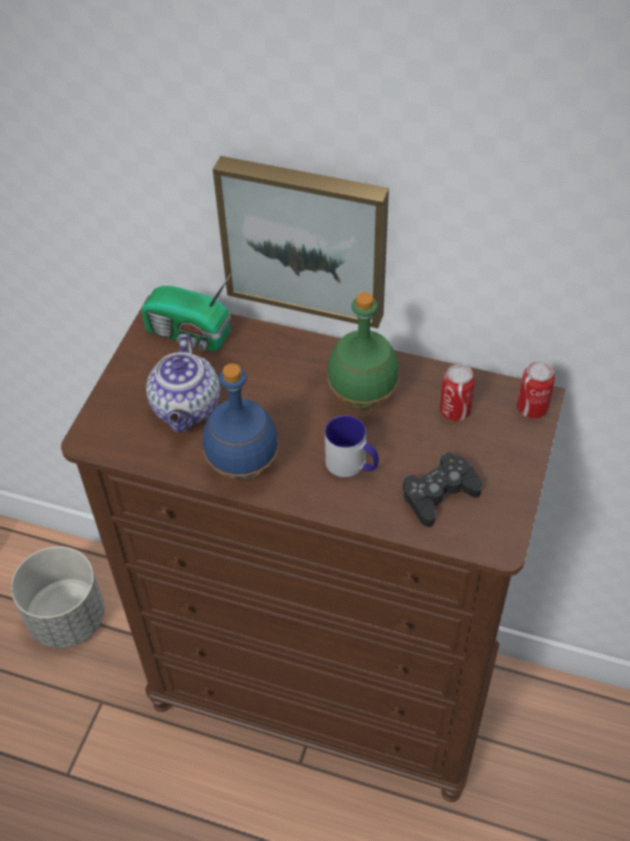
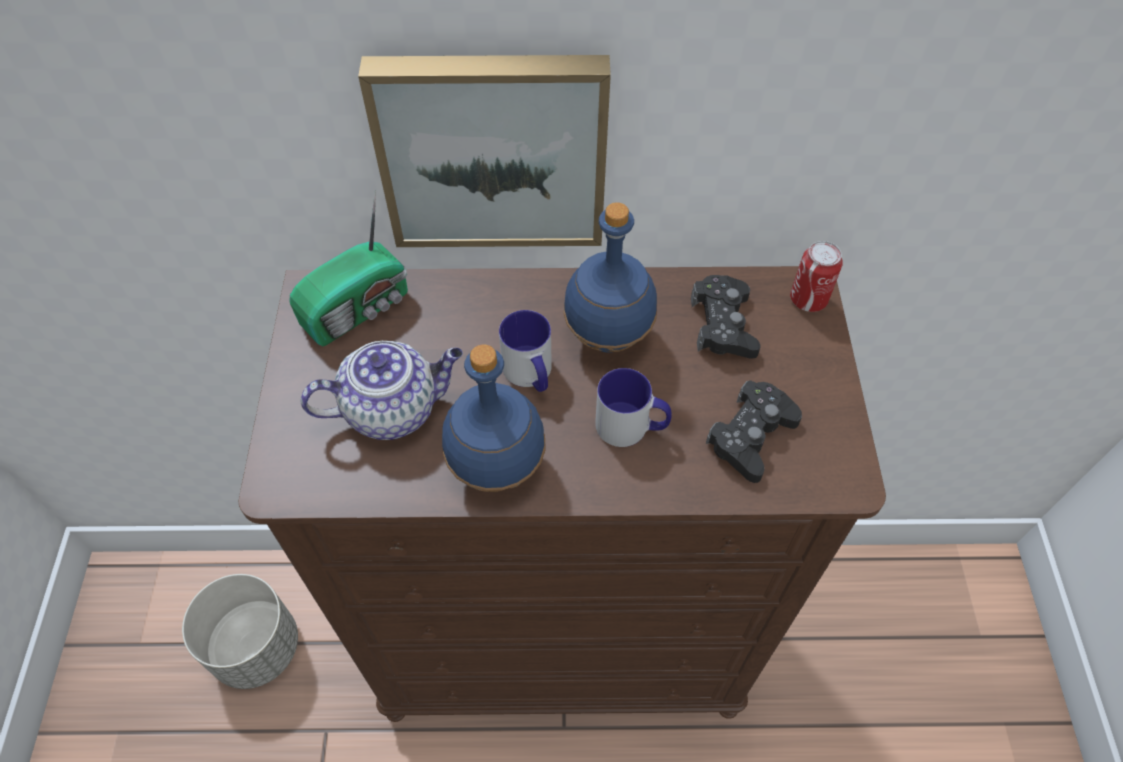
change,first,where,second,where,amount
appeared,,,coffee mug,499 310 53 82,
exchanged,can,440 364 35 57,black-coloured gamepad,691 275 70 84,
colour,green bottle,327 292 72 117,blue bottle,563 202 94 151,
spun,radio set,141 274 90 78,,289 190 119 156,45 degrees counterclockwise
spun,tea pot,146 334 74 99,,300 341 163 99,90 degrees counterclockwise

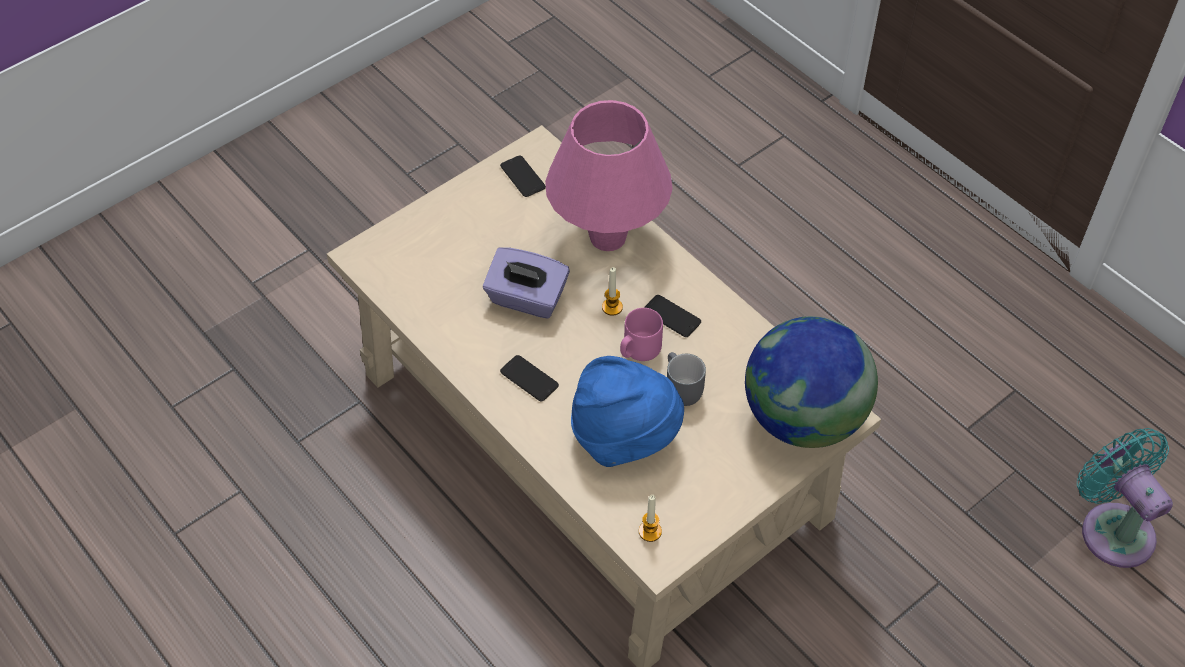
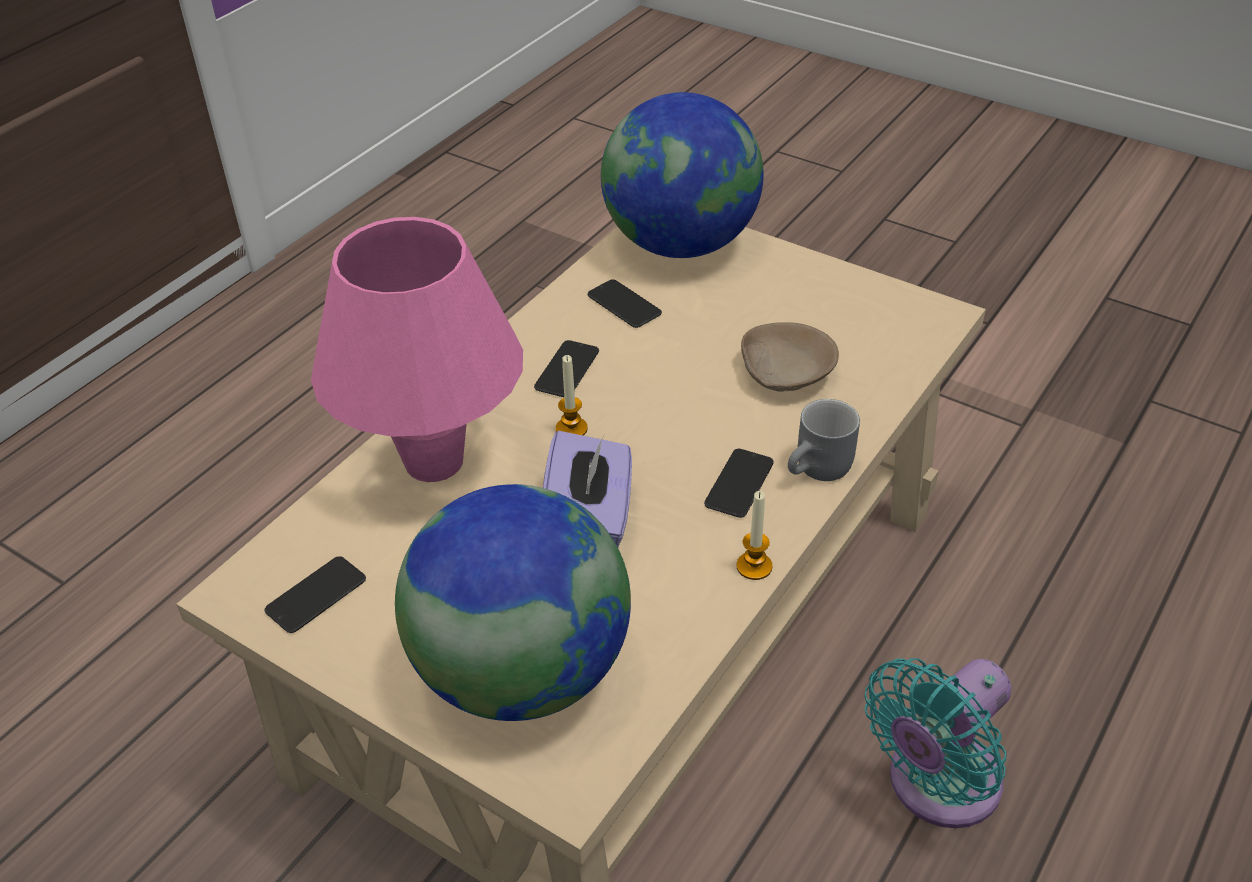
change,first,where,second,where,amount
missing,pink-coloured coffee mug,620 308 43 53,,,
appeared,,,desk globe,395 484 236 237,
appeared,,,handset,587 279 75 49,
relocated,candle,639 495 23 47,,737 491 35 89,
relocated,greyish coffee mug,667 352 39 54,,788 399 72 82,
relocated,turquoise-coloured fan,1077 428 96 140,,864 658 147 170,
exchanged,blue clothing hat,571 356 113 111,beige deep dish,741 322 98 70,

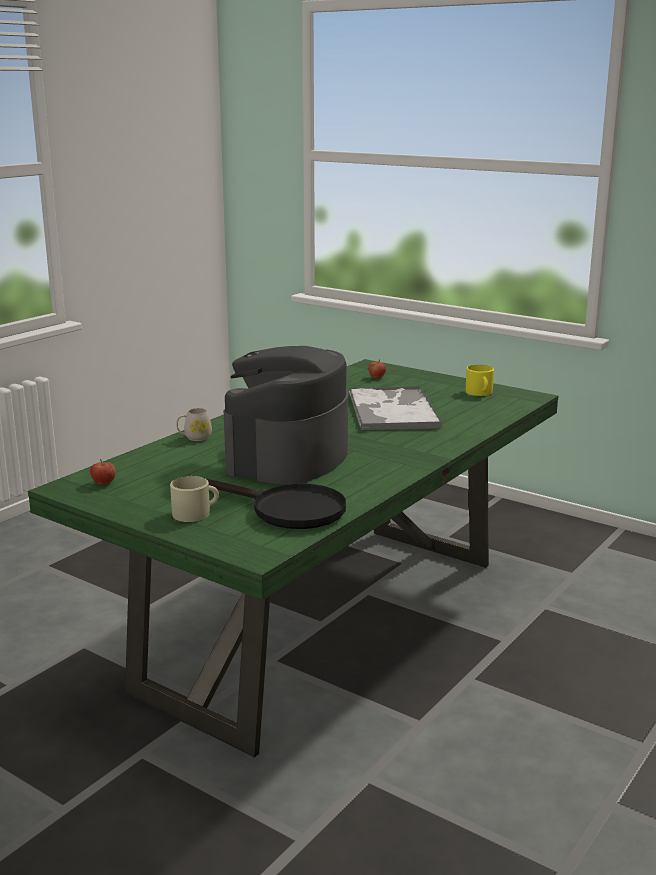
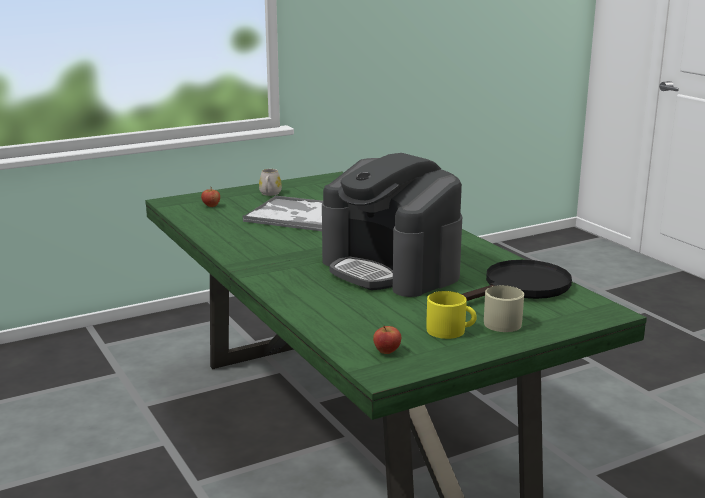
change,first,where,second,where,amount
relocated,whitish coffee mug,176 408 36 33,,259 169 23 27,
relocated,yellowish coffee mug,466 365 28 31,,426 291 51 48,

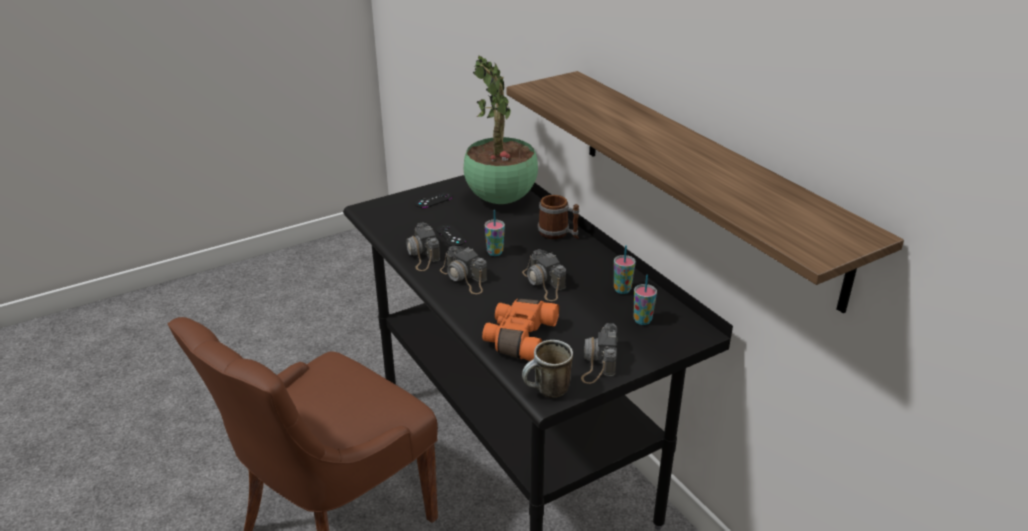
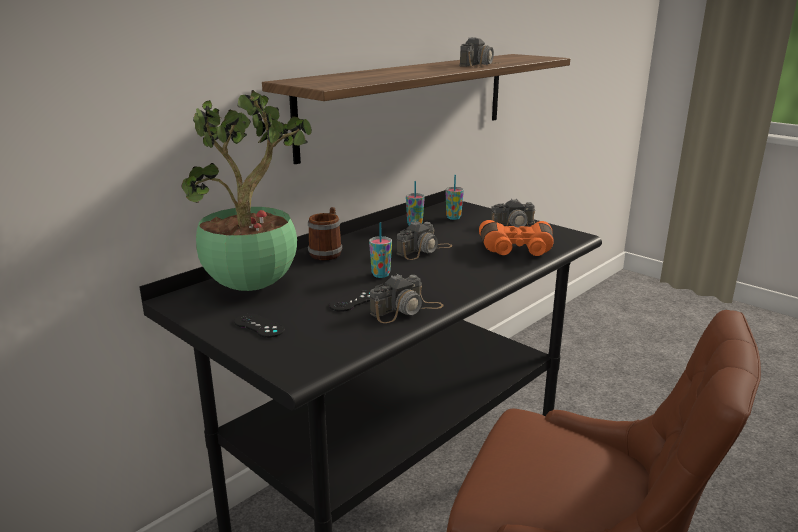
change,first,where,second,where,amount
missing,coffee mug,522 340 51 58,,,
relocated,photo camera,440 246 47 48,,460 37 40 30,

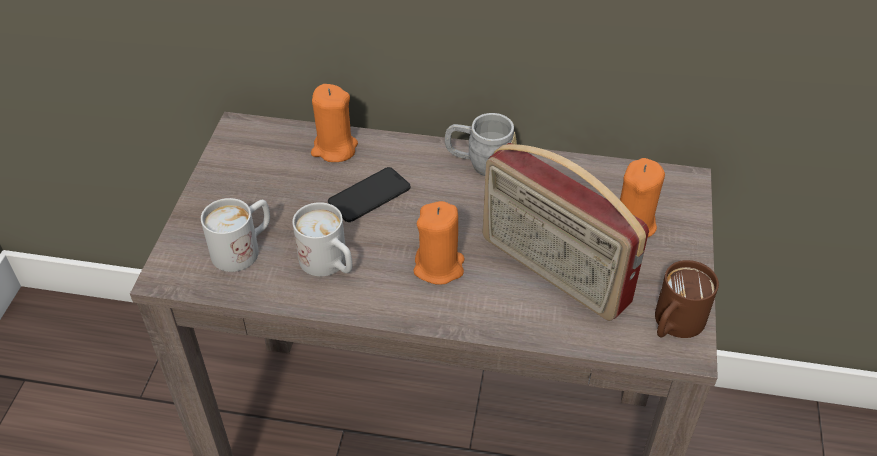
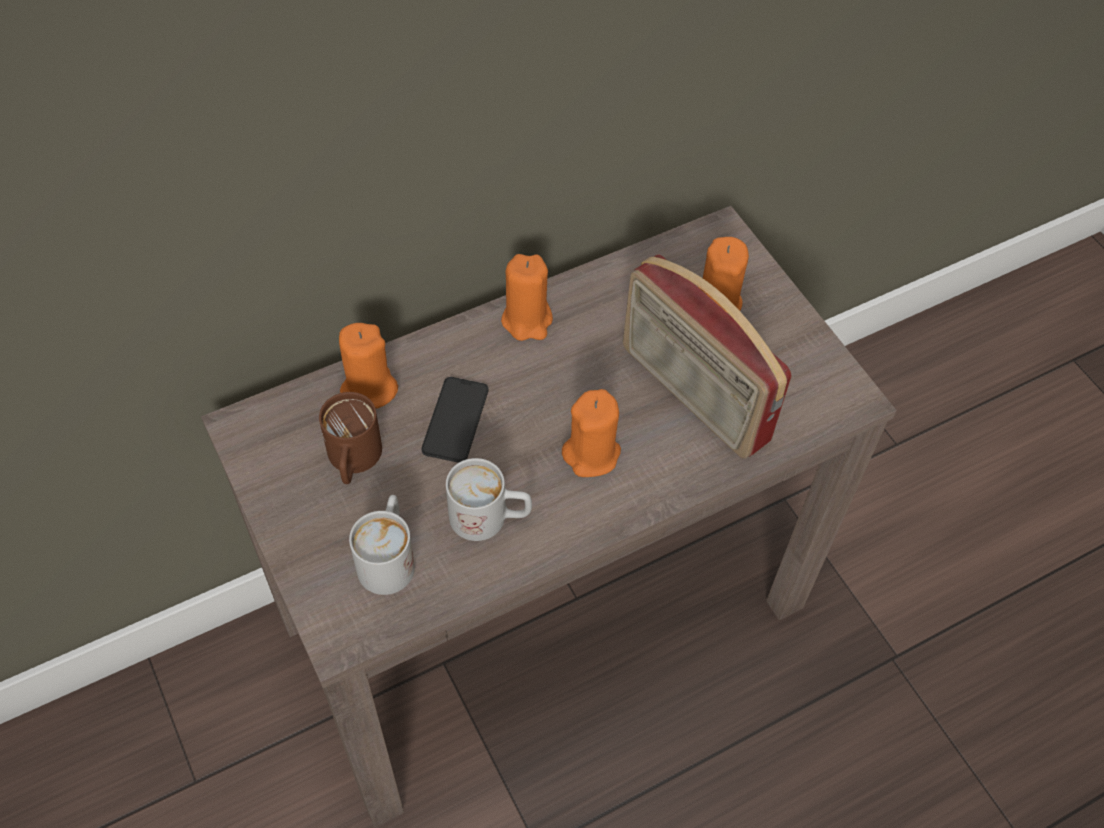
change,first,where,second,where,amount
relocated,brown-coloured coffee mug,655 260 64 78,,319 392 63 92,
exchanged,greyish coffee mug,445 113 72 63,orange-coloured candle,501 254 52 87,
spun,radio set,483 143 166 178,,623 254 169 205,45 degrees clockwise

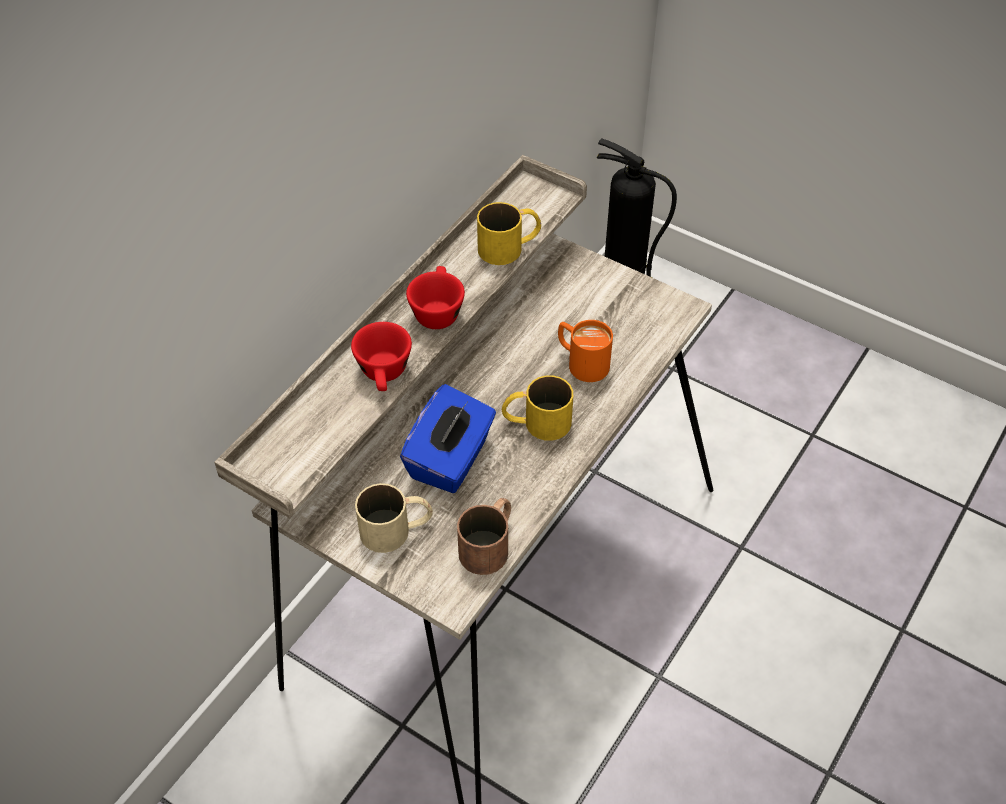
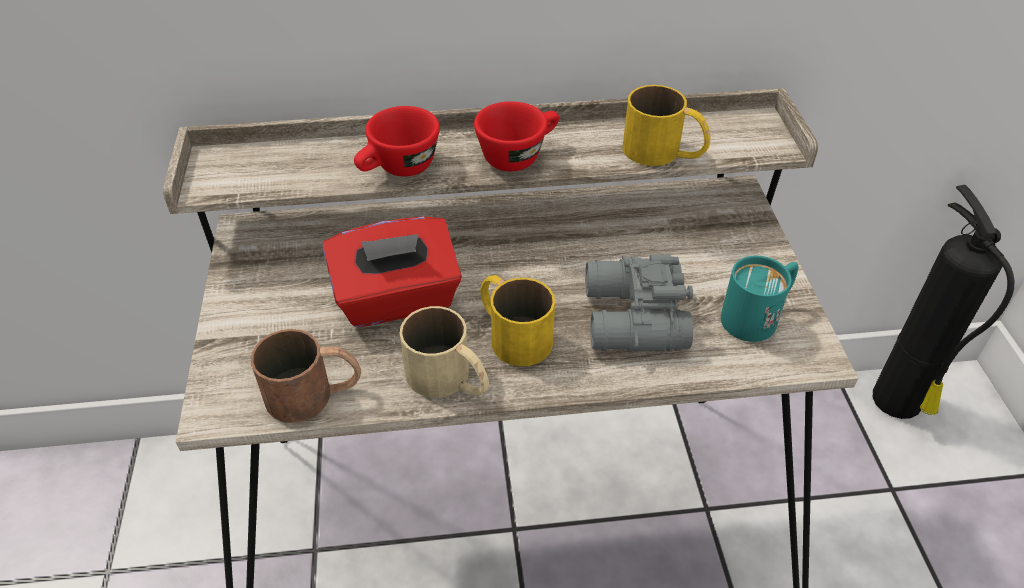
change,first,where,second,where,amount
appeared,,,turquoise-coloured coffee mug,721 256 78 86,
relocated,beige coffee mug,355 483 78 70,,399 306 90 92,
exchanged,orange-coloured coffee mug,558 320 55 62,greyish binoculars,585 254 108 97,
colour,blue tissue holder,400 384 96 109,red tissue holder,323 217 139 110,

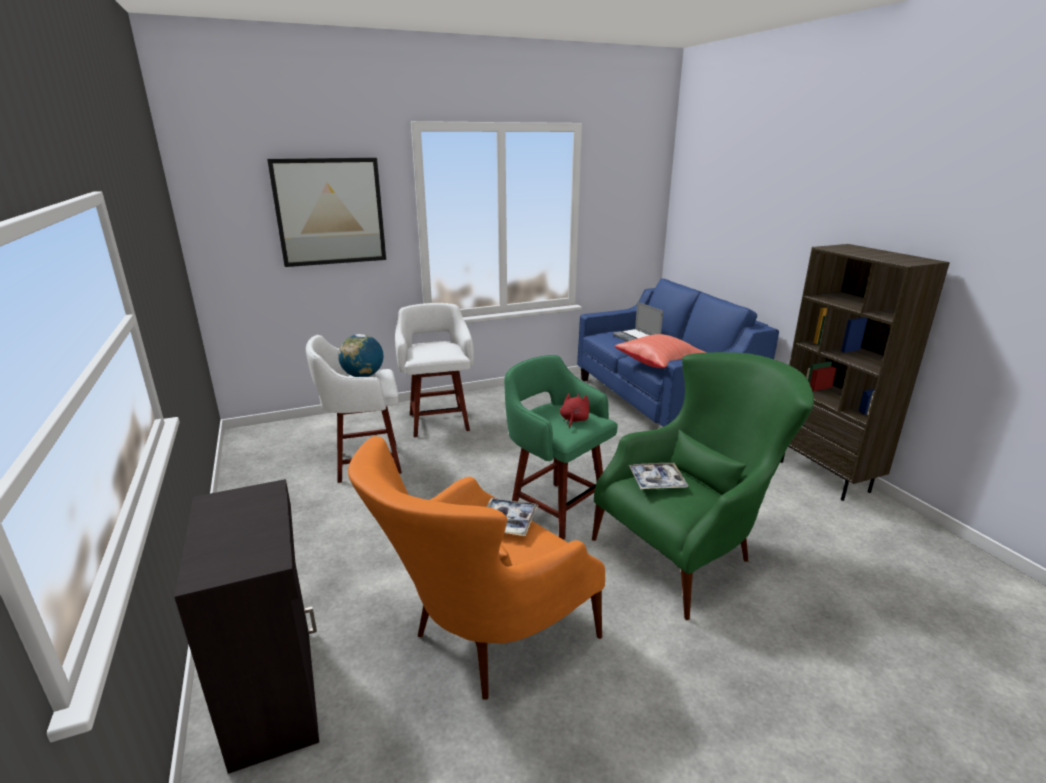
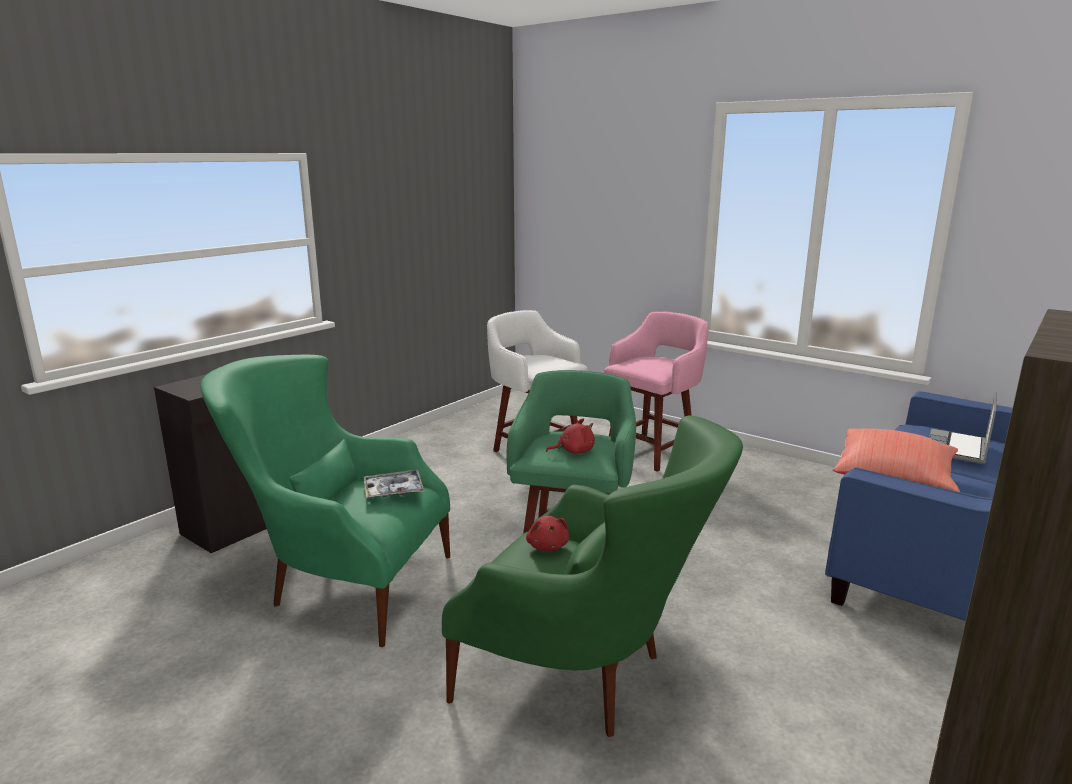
change,first,where,second,where,amount
missing,wall picture,267 158 119 109,,,
missing,desk globe,338 334 45 43,,,
exchanged,carrying tray,629 463 60 26,red soft toy,526 516 43 36,
colour,orange-coloured lounge chair,348 436 257 263,green lounge chair,200 355 250 292,
colour,whitish stool,395 303 79 134,pink-coloured stool,604 311 104 161,

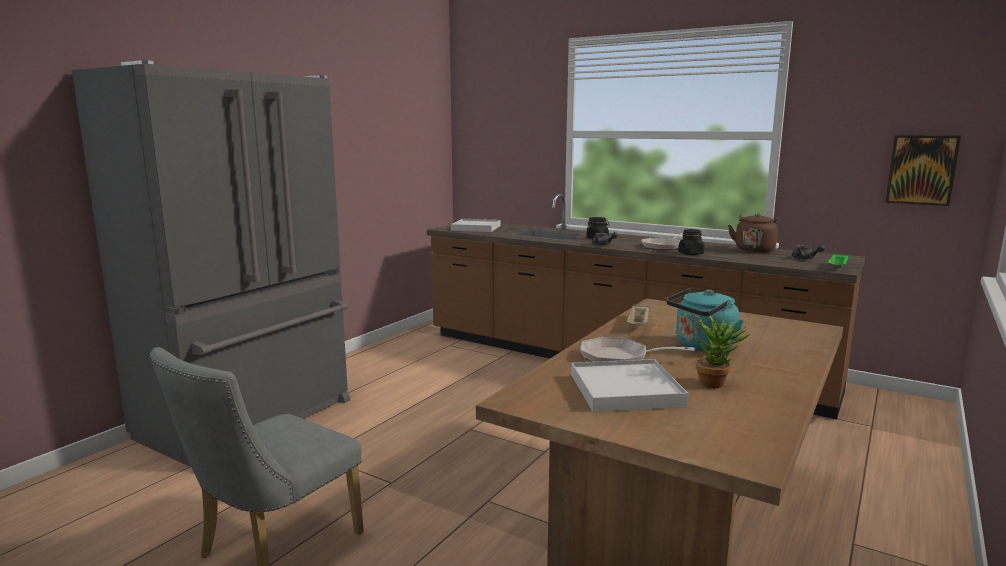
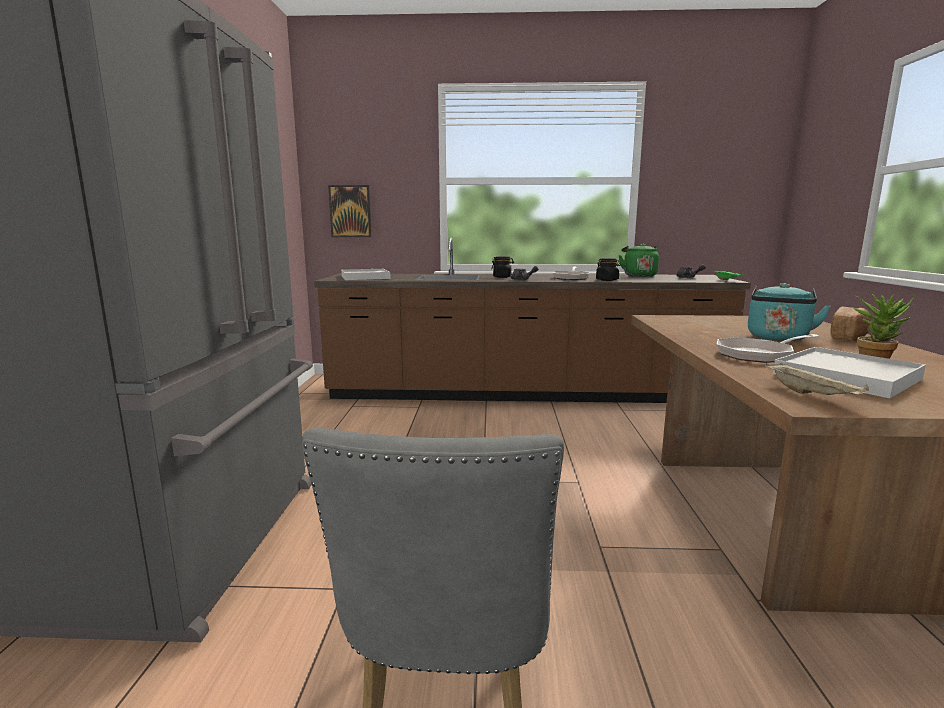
change,first,where,second,where,amount
appeared,,,bread,830 307 42 34,
relocated,beige carrying tray,627 304 22 21,,765 362 104 33,
relocated,wall picture,885 135 76 71,,328 185 44 52,
colour,brown-coloured kettle,728 213 51 40,green kettle,618 244 41 33,

